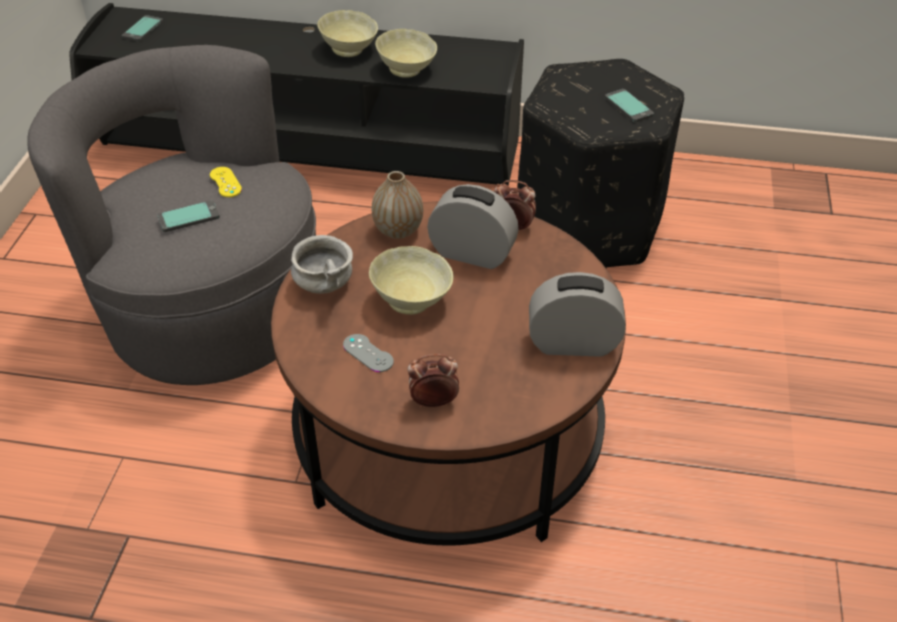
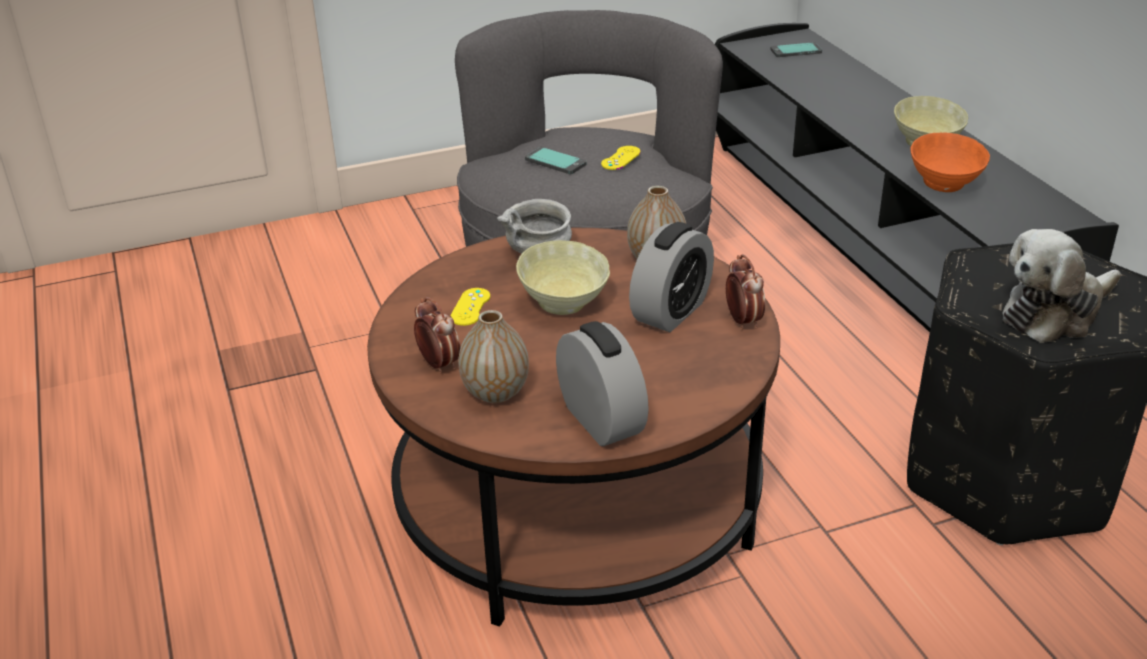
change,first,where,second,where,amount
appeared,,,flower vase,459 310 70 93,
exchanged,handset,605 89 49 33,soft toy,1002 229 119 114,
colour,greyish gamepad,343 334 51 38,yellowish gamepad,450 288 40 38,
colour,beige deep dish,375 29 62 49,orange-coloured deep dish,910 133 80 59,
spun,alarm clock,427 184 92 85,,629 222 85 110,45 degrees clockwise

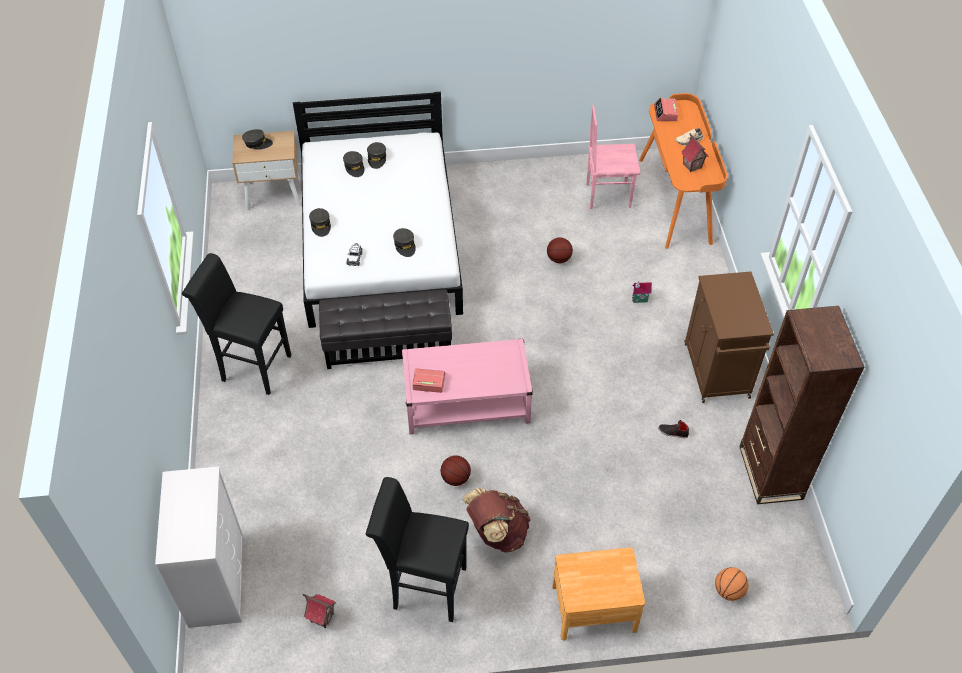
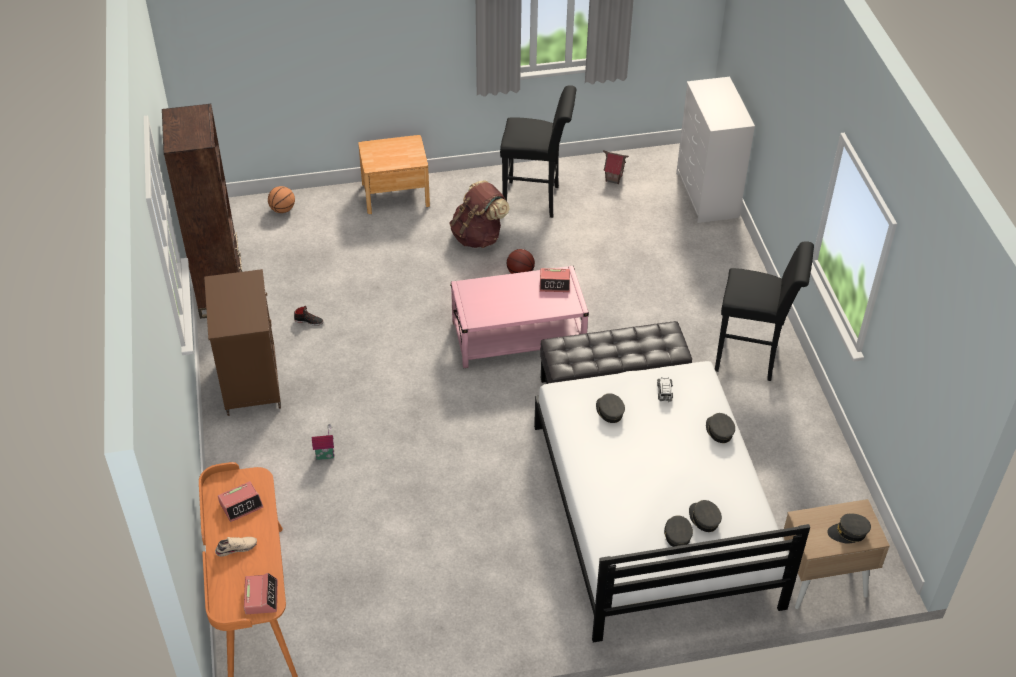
change,first,where,second,where,amount
missing,basketball,547 237 26 26,,,
missing,pink-coloured upright chair,586 105 54 104,,,
exchanged,toy house,681 133 27 39,alarm clock,218 481 45 41,

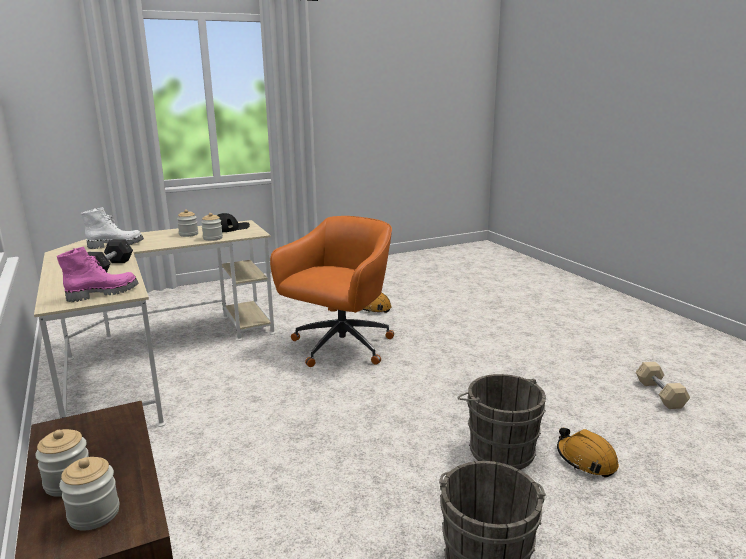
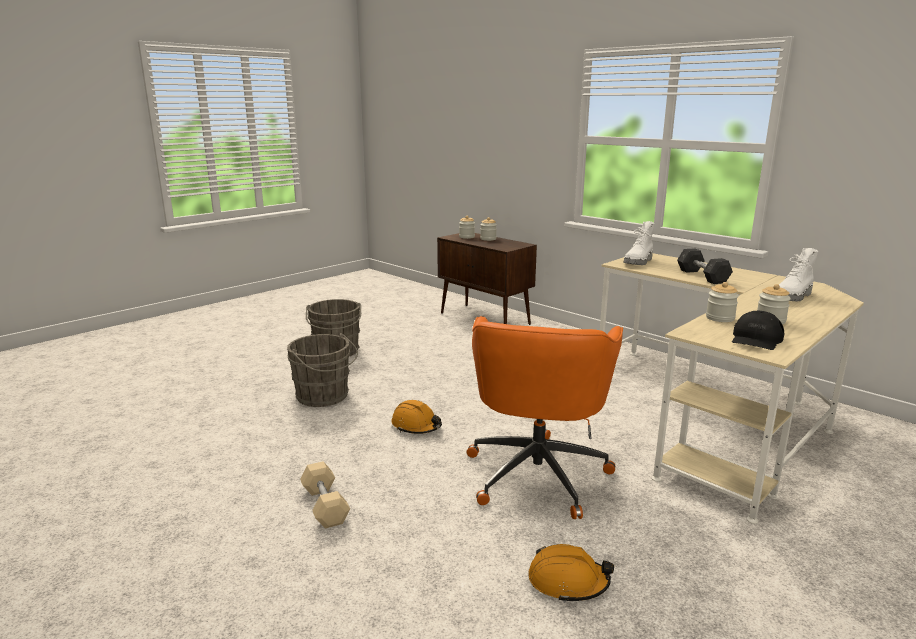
change,first,where,second,where,amount
relocated,orange-coloured safety helmet,557 428 62 50,,391 400 51 34,
relocated,beige free weight,636 362 54 47,,300 461 50 68,
colour,pink-coloured boot,57 246 81 56,whitish boot,624 221 31 44,

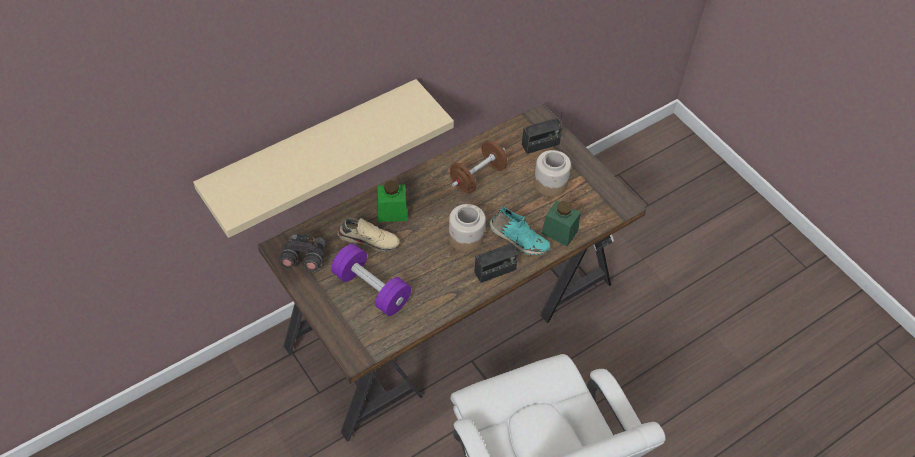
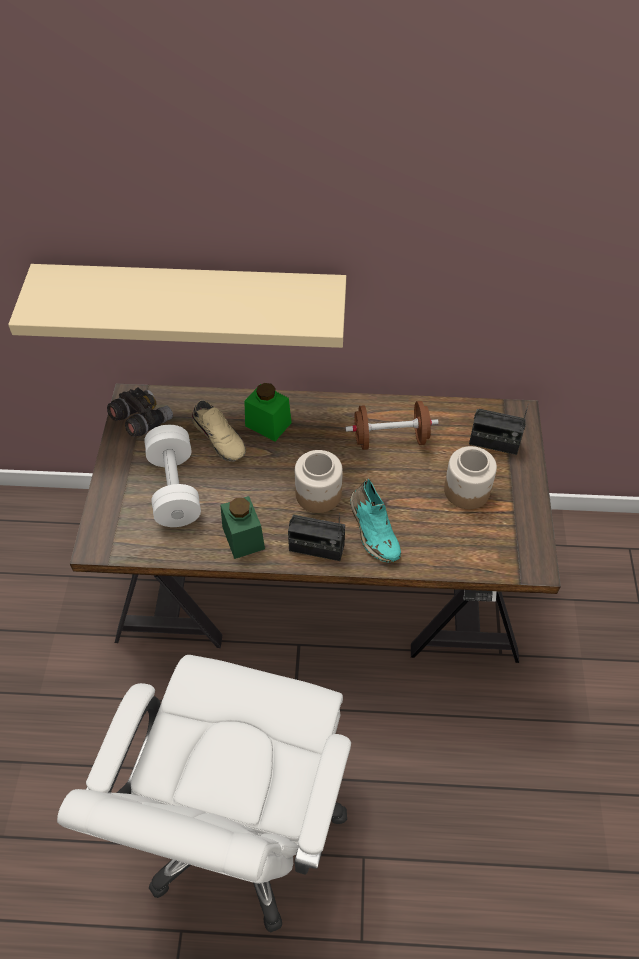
change,first,where,second,where,amount
relocated,green jar,541 201 40 46,,220 496 45 63,
colour,purple-coloured free weight,331 244 80 72,whitish free weight,144 425 57 102,

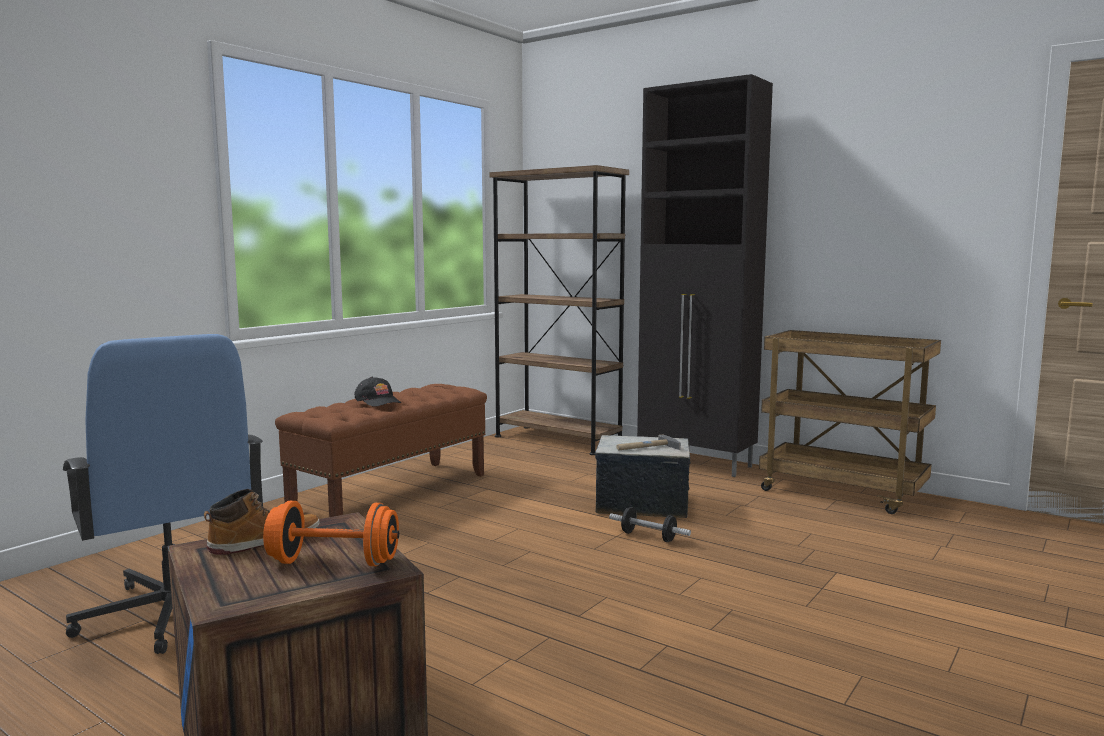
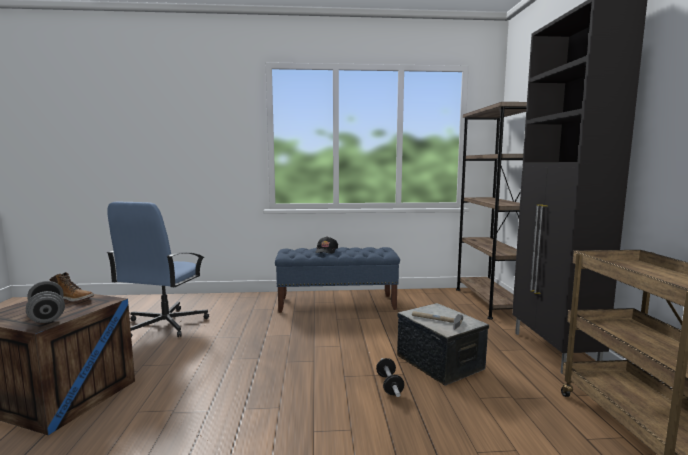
change,first,where,second,where,amount
colour,orange-coloured free weight,263 501 136 65,greyish free weight,26 281 39 42,
colour,brown-coloured long seat,275 384 212 133,blue long seat,275 247 125 66,

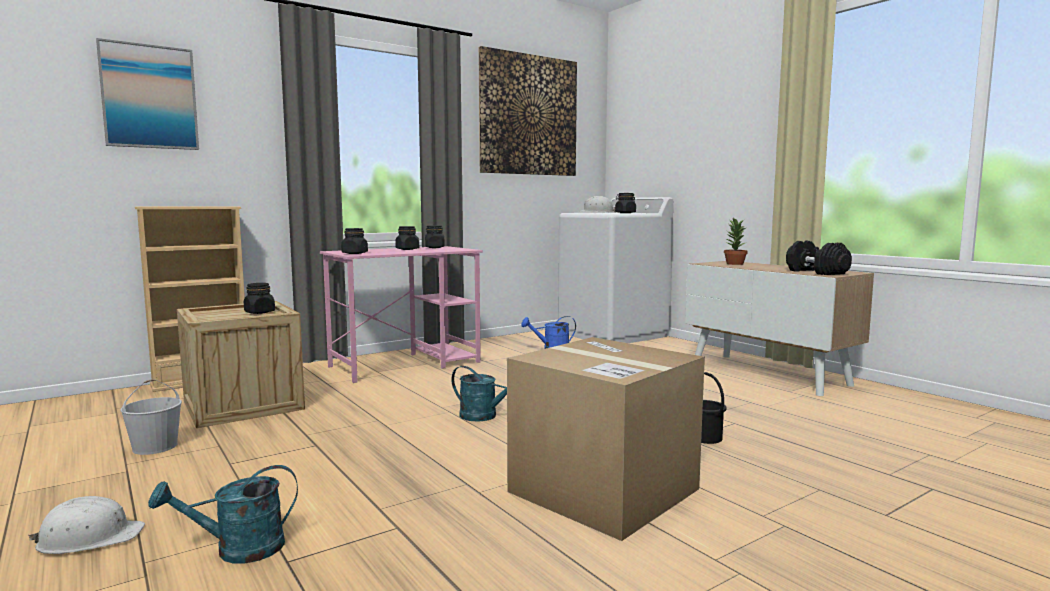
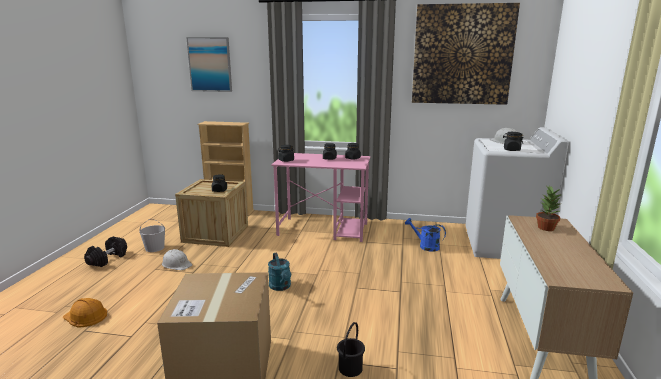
change,first,where,second,where,amount
relocated,whitish safety helmet,29 496 116 58,,162 249 30 21,
relocated,black-coloured free weight,786 240 66 35,,84 236 43 31,
exchanged,turquoise-coloured sprinkling can,148 465 150 99,orange-coloured safety helmet,63 298 44 29,

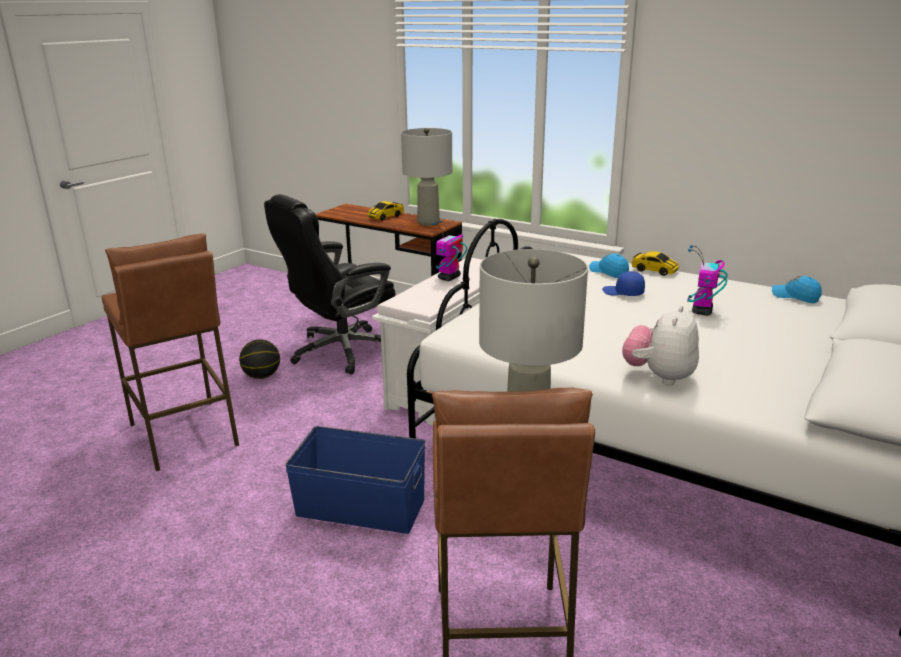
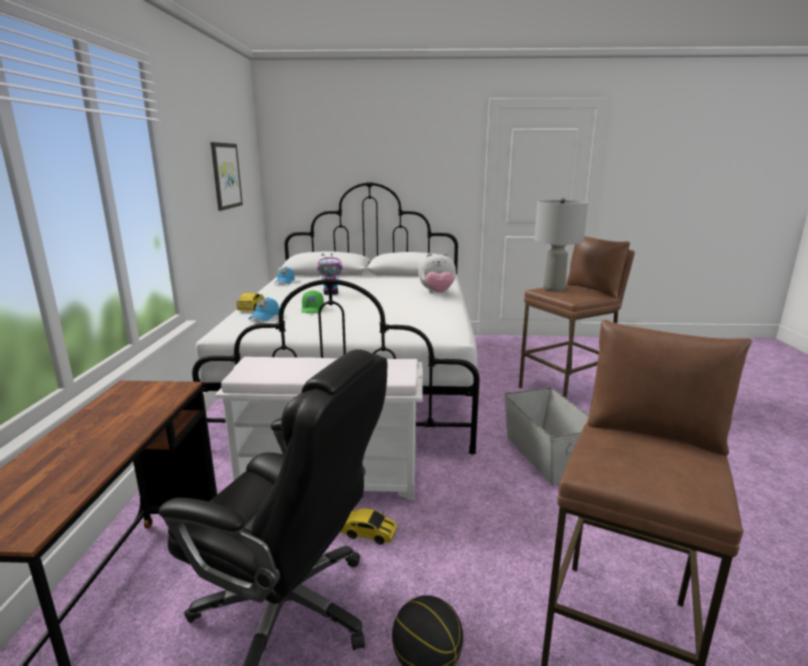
change,first,where,second,where,amount
missing,greyish tabletop lamp,401 128 51 98,,,
missing,toy robot,432 220 35 61,,,
appeared,,,wall picture,211 142 32 69,
relocated,miniature car,367 201 37 20,,341 509 56 35,
colour,blue storage box,285 426 141 108,greyish storage box,504 387 85 98,
colour,blue cap,602 271 43 25,green cap,301 290 23 23,

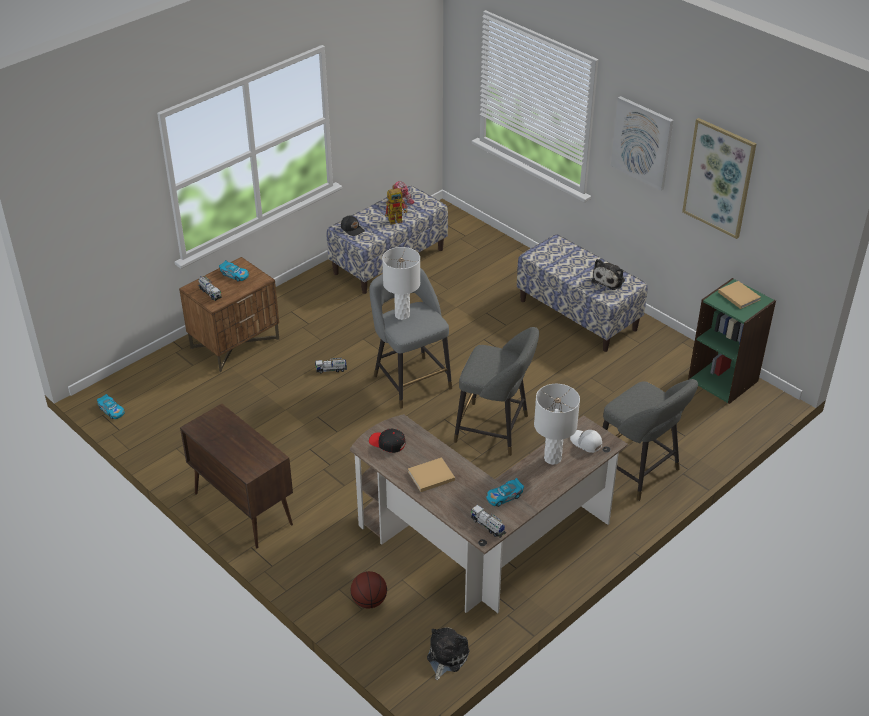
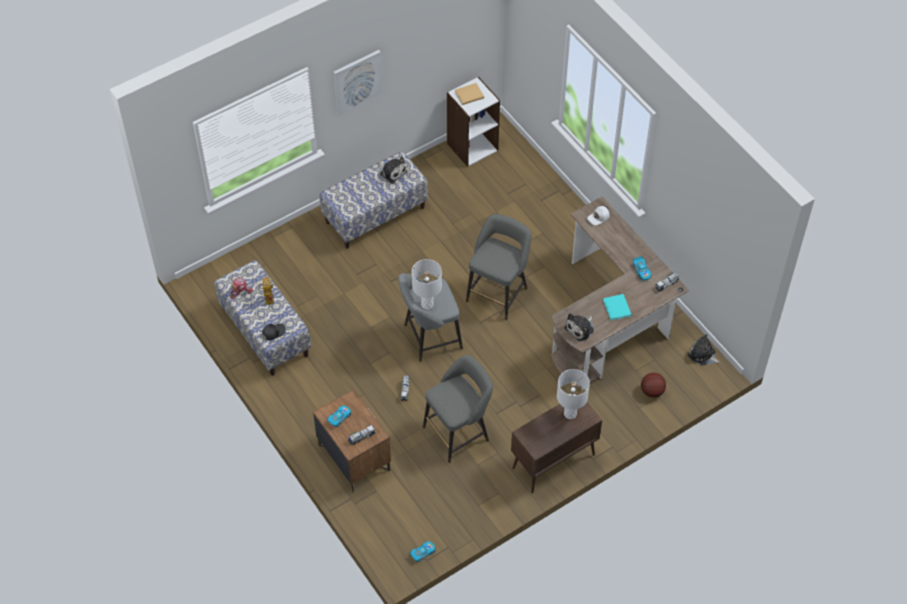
change,first,where,second,where,amount
missing,wall picture,682 118 74 121,,,
relocated,whitish tabletop lamp,534 384 46 81,,557 369 33 50,
relocated,greyish stool,602 379 96 122,,423 355 70 108,
exchanged,black-coloured cap,369 429 37 24,soft toy,564 313 30 28,
colour,beige book,408 457 47 35,turquoise-coloured book,603 294 29 27,
colour,green shelving unit,688 278 88 126,whitish shelving unit,447 77 53 90,

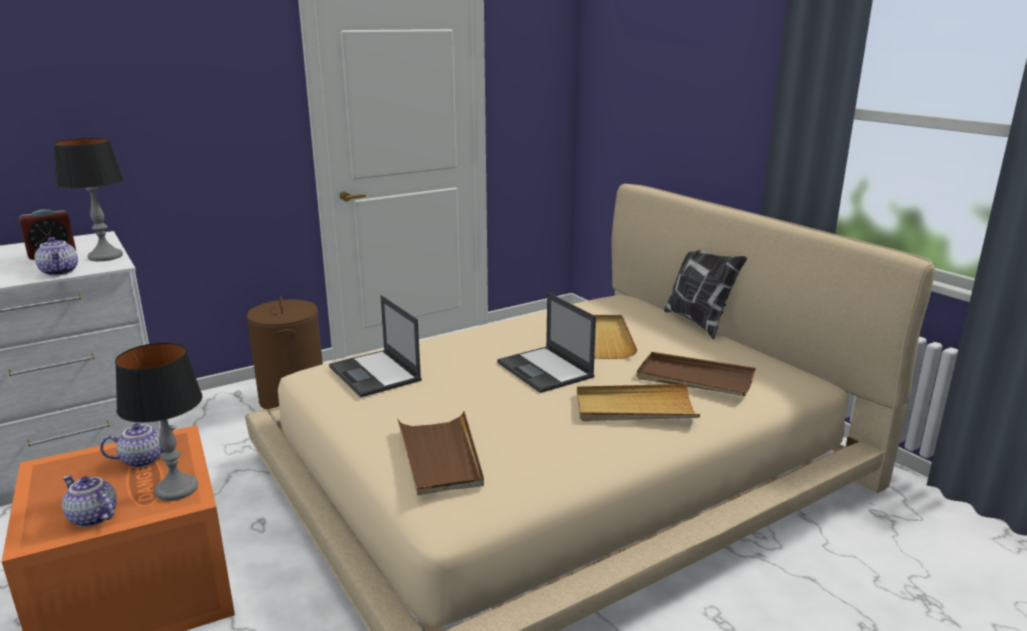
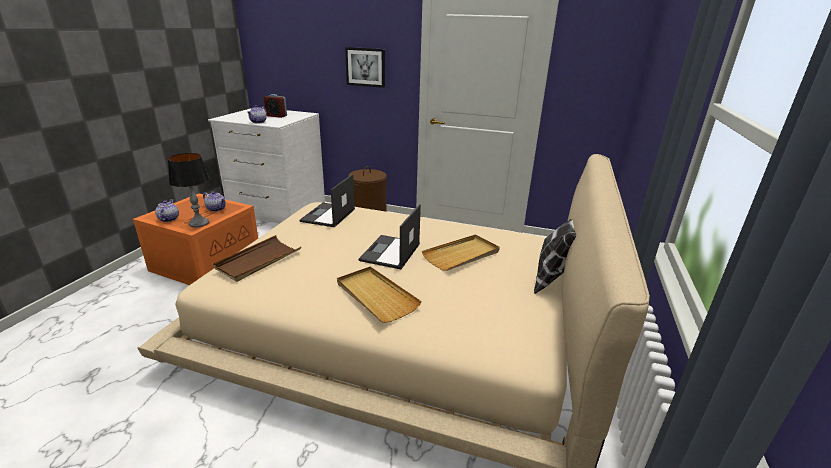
change,first,where,second,where,amount
missing,tabletop lamp,54 138 70 123,,,
missing,brown-coloured carrying tray,636 352 120 44,,,
appeared,,,wall picture,345 47 40 41,

